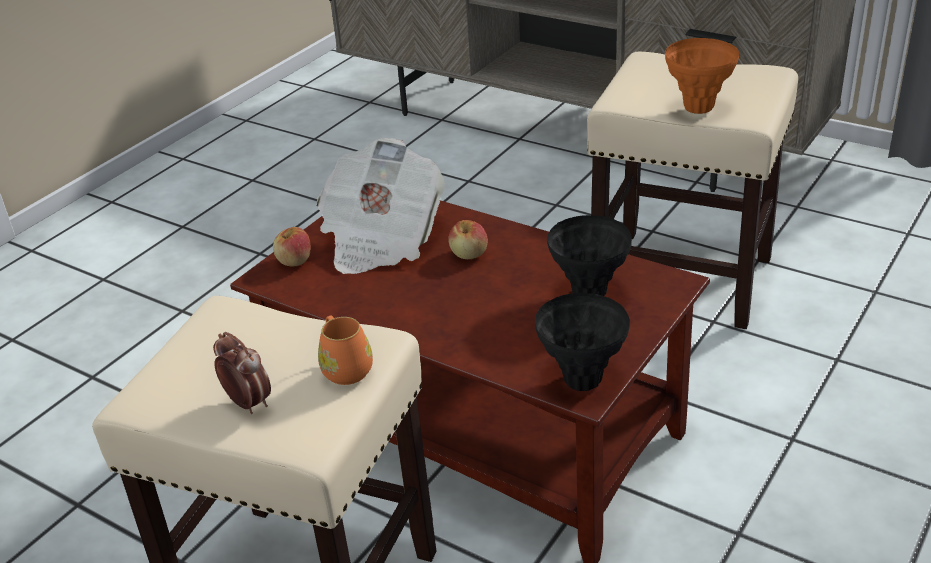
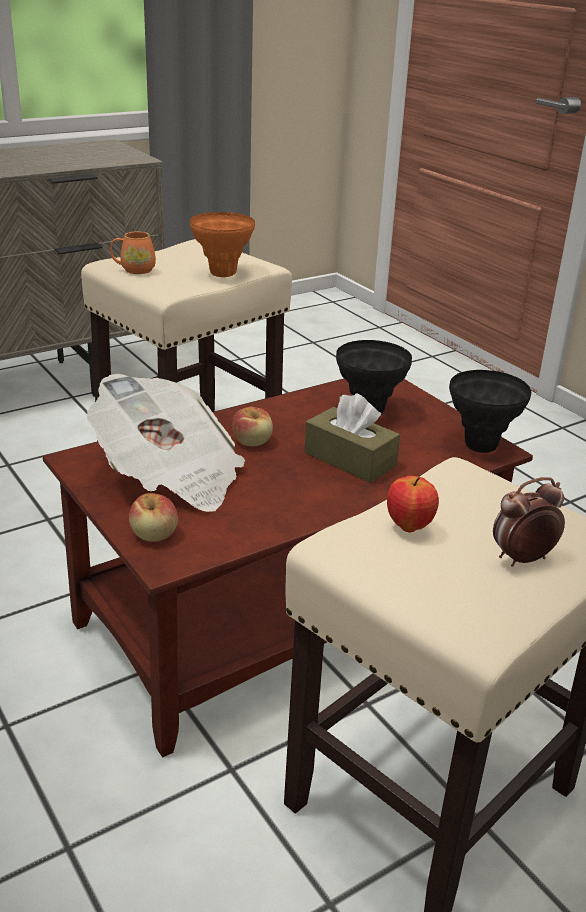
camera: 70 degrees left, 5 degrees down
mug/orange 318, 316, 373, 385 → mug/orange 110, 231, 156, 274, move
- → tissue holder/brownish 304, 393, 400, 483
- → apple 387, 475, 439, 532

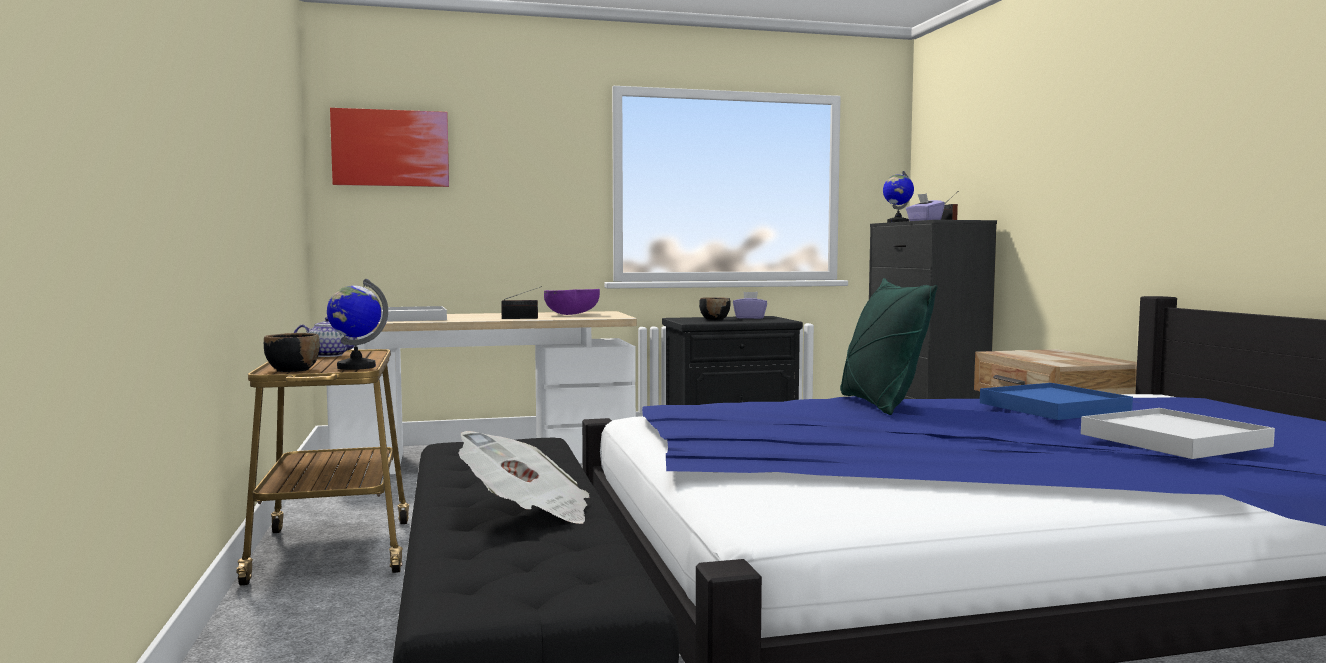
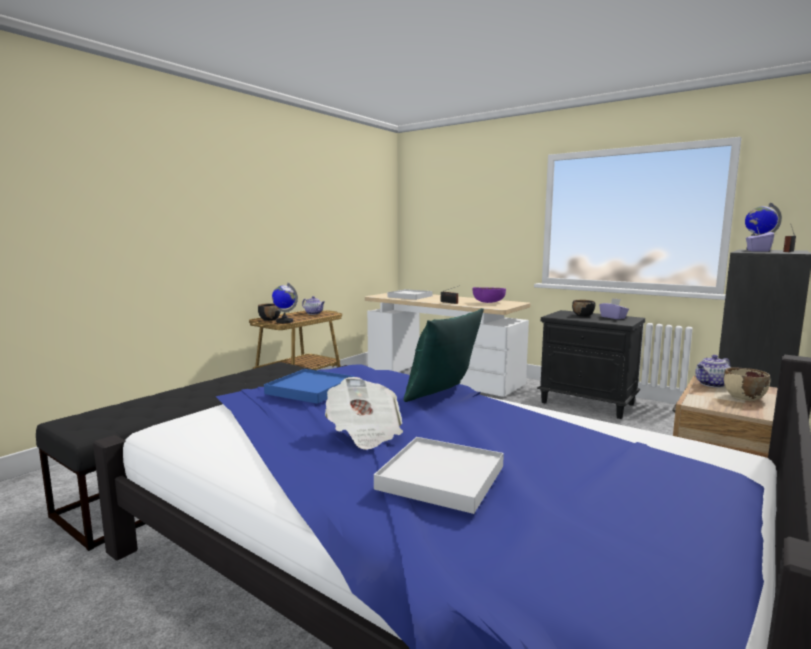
camera: 50 degrees right, 5 degrees up
wall picture 330, 108, 449, 187 → -
serving tray/blue-coloured 980, 383, 1133, 420 → serving tray/blue-coloured 264, 369, 354, 404, move
newspaper 458, 431, 589, 524 → newspaper 325, 377, 403, 450, move
- → pot for tea 695, 355, 731, 388
- → deep dish/beige-coloured 724, 367, 770, 401

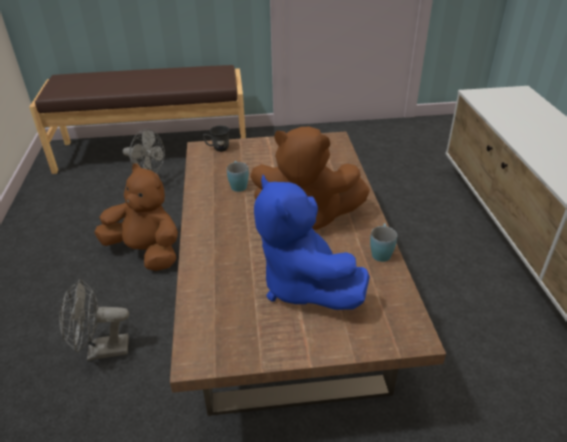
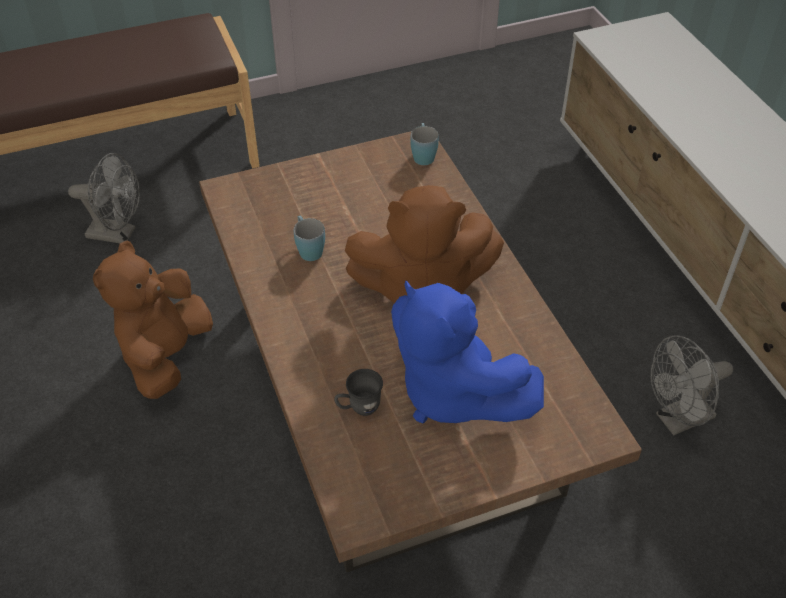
camera: 15 degrees left, 10 degrees up
mug/greyish 203, 126, 230, 152 → mug/greyish 334, 369, 383, 416, move
plush toy/brownish 94, 163, 178, 271 → plush toy/brownish 93, 241, 213, 399, 90 degrees counterclockwise
mug/blue-coloured 370, 223, 397, 262 → mug/blue-coloured 410, 123, 439, 165, move
electric fan/greyish 59, 279, 129, 361 → electric fan/greyish 650, 335, 733, 435, move

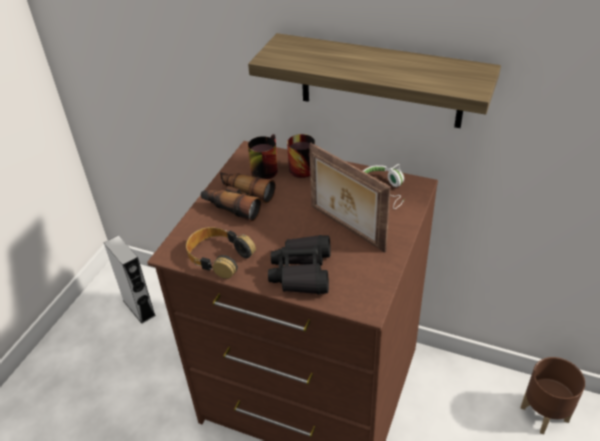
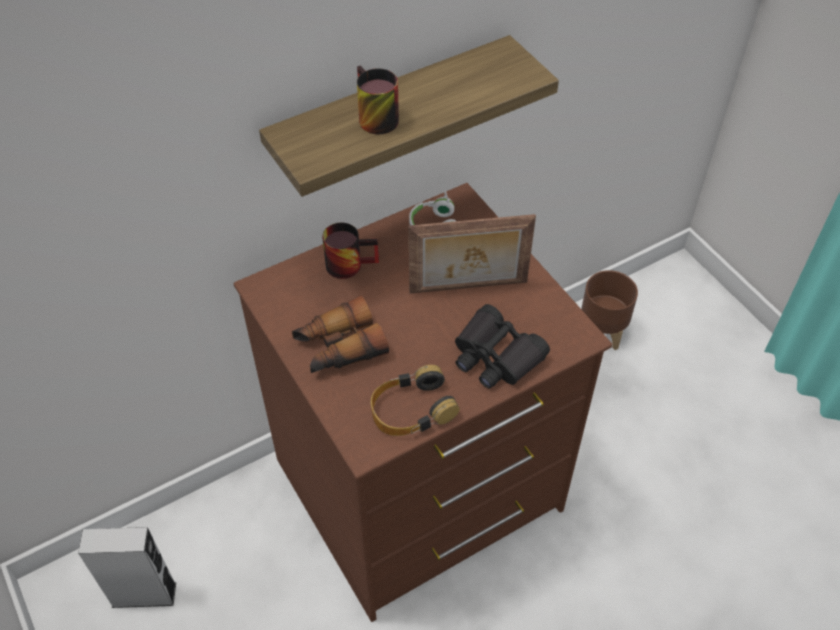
camera: 55 degrees left, 10 degrees up
mug 248, 134, 278, 179 → mug 357, 65, 399, 134, move

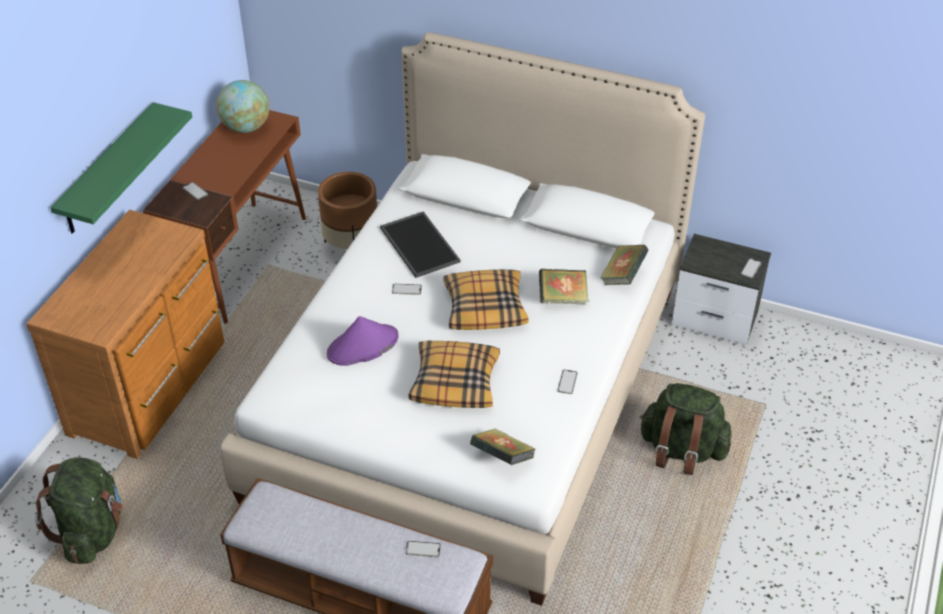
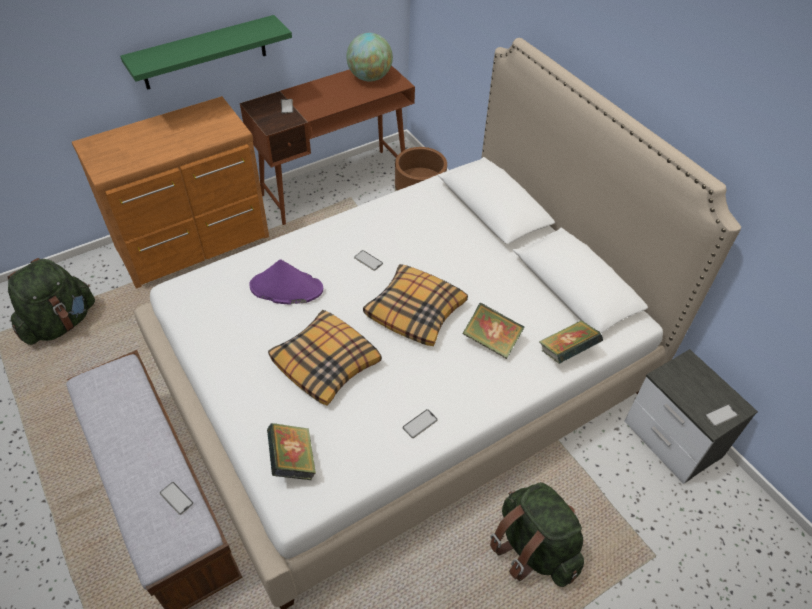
camera: 35 degrees right, 5 degrees up
serving tray 380, 211, 461, 278 → -

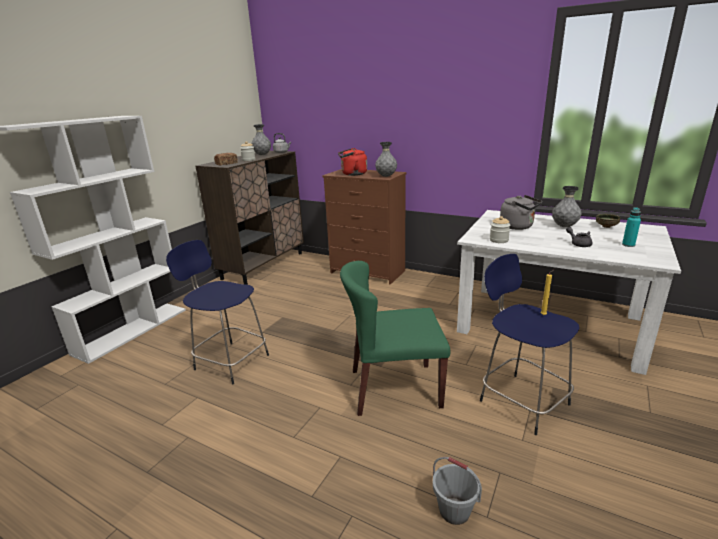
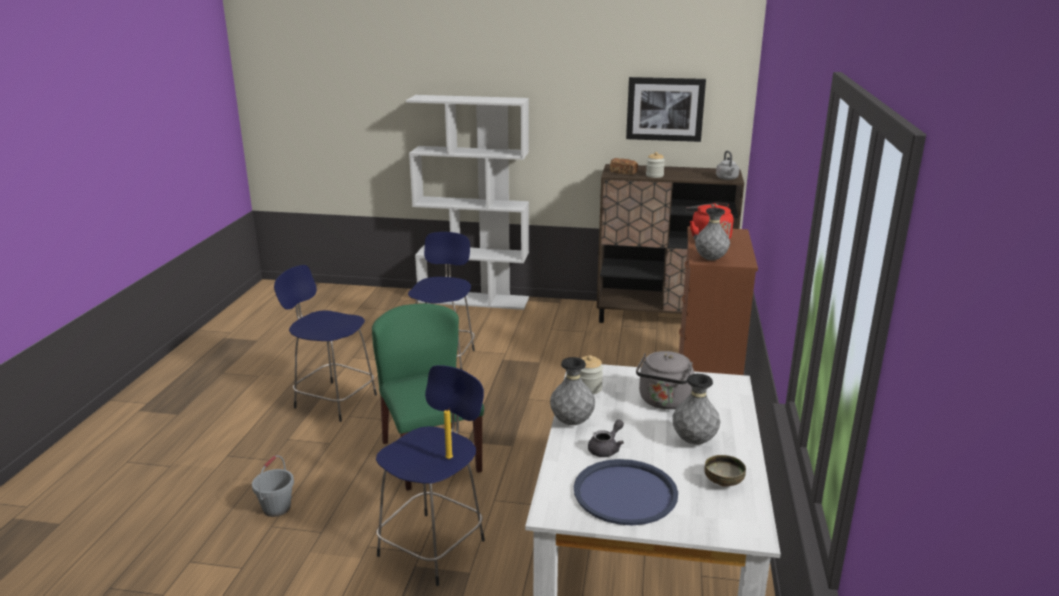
camera: 70 degrees right, 0 degrees up
flower vase/greyish 252, 124, 271, 155 → flower vase/greyish 550, 357, 595, 425, move
drink bottle/turquoise 622, 207, 641, 247 → serving tray/blue-coloured 574, 459, 678, 525
- → wall picture 626, 77, 706, 142
- → sitting stool/blue-coloured 274, 265, 377, 422

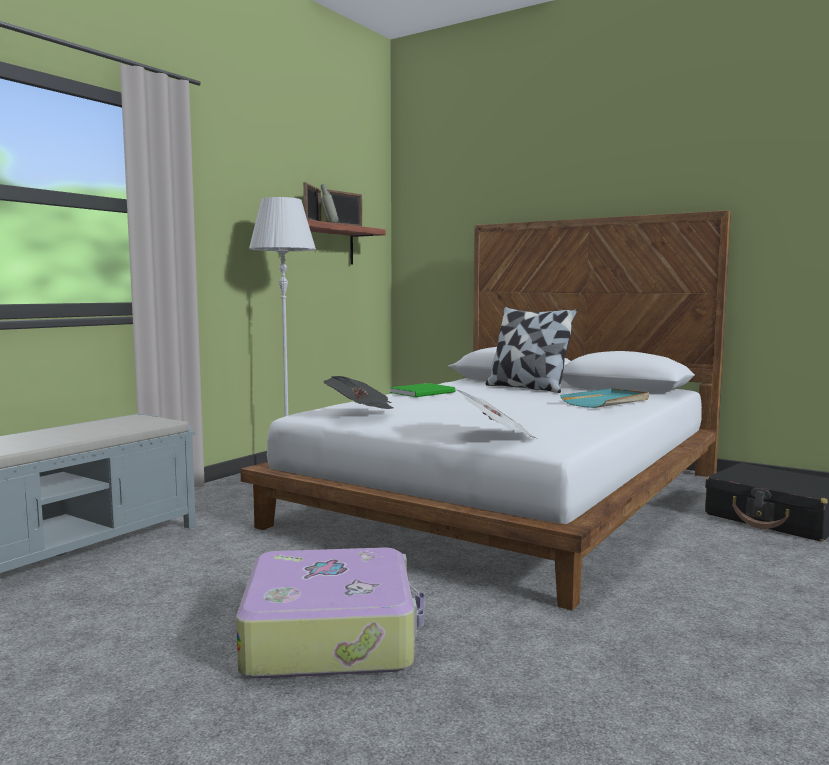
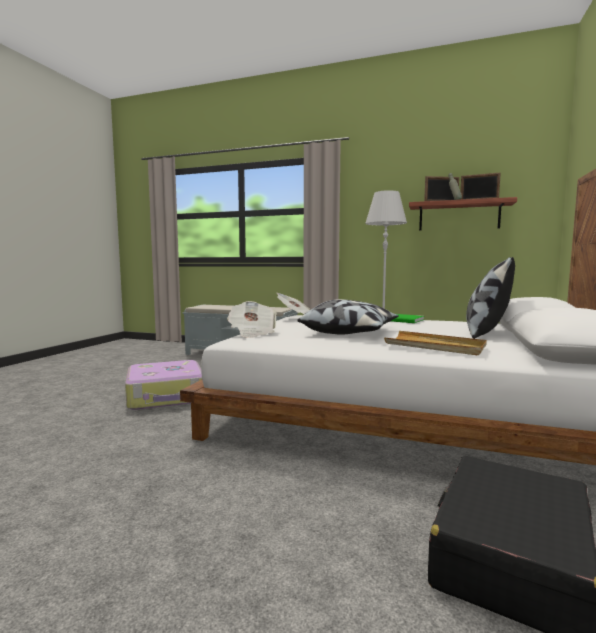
camera: 75 degrees right, 0 degrees up
serving tray/turquoise 560, 388, 649, 408 → serving tray/beige-coloured 384, 331, 487, 355
- → cushion 297, 299, 399, 335

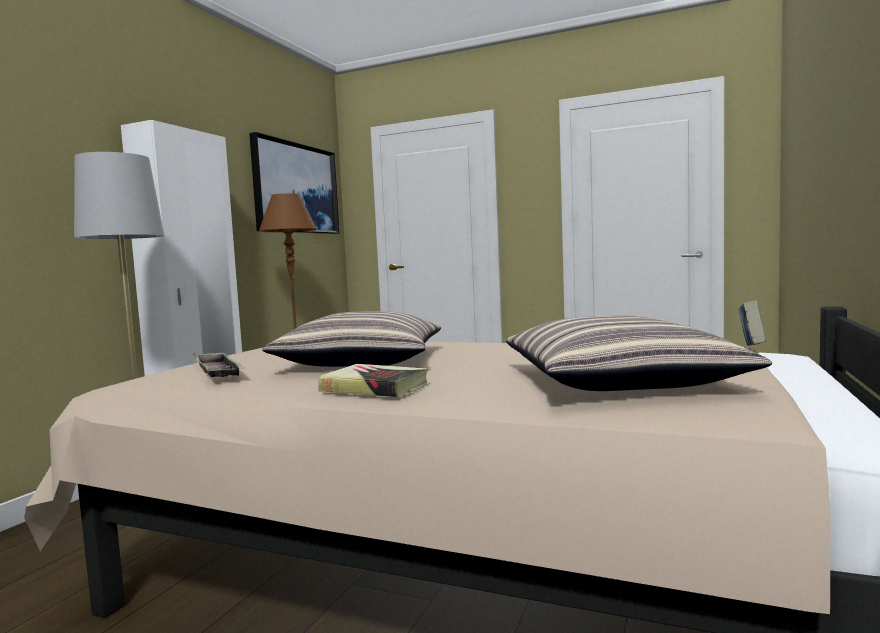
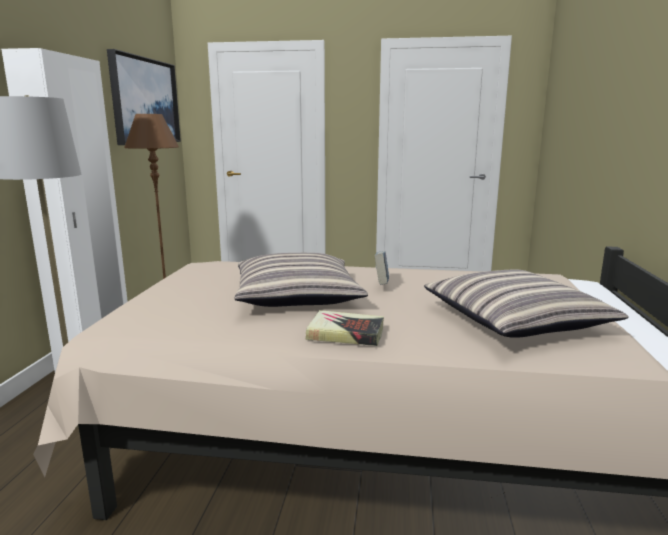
camera: 15 degrees left, 10 degrees up
bound book 738, 300, 766, 346 → bound book 374, 251, 389, 285, move
serving tray 193, 352, 245, 377 → -

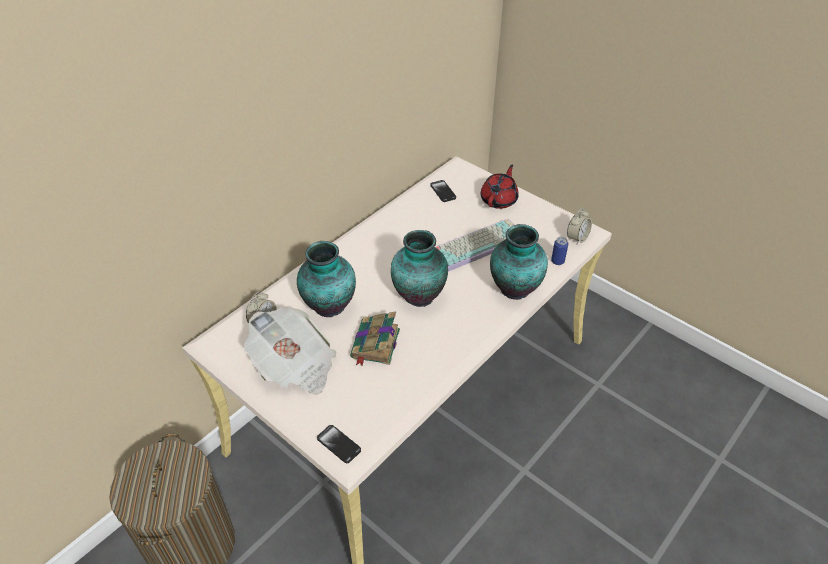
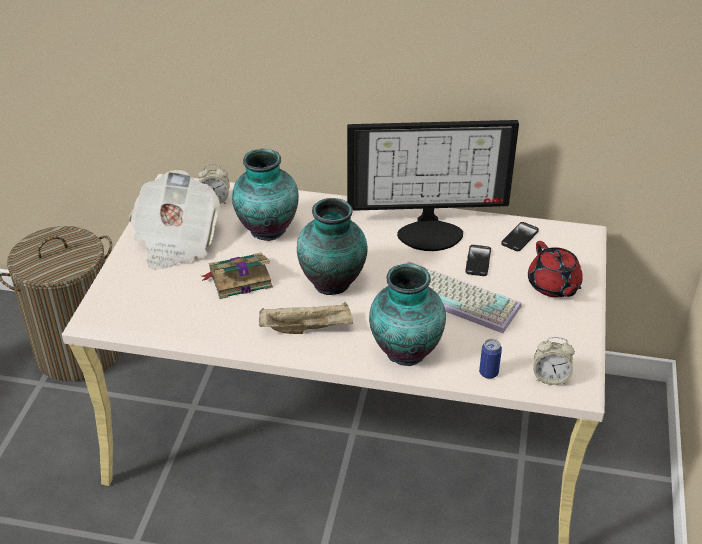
camera: 60 degrees right, 5 degrees down
pot for tea/reddish 481, 164, 519, 209 → pot for tea/reddish 528, 241, 583, 297, 75 degrees clockwise
phone 317, 425, 361, 463 → phone 465, 245, 491, 276, move
- → computer display 347, 120, 519, 251
- → serving tray/beige-coloured 259, 302, 353, 334

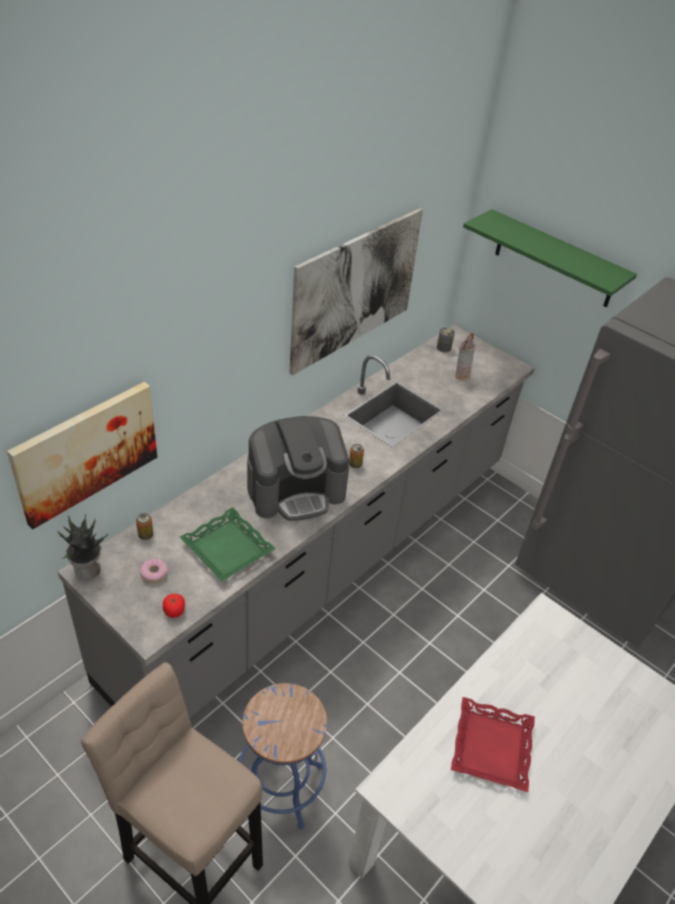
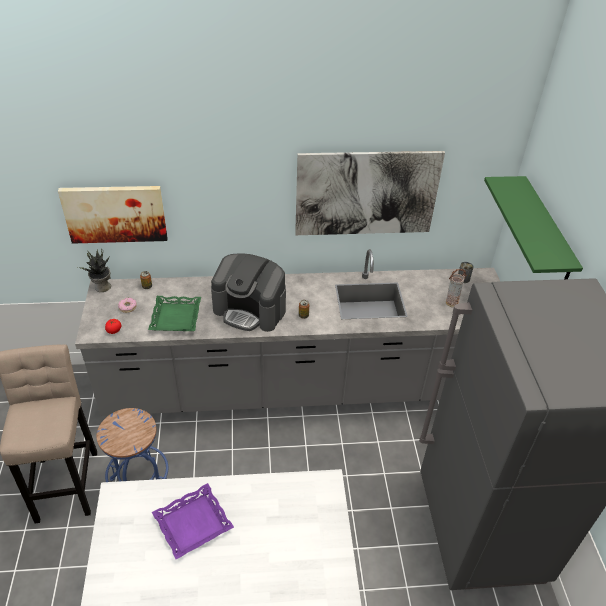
camera: 45 degrees right, 0 degrees up
serving tray/reddish 451, 697, 535, 792 → serving tray/purplish 152, 483, 234, 559

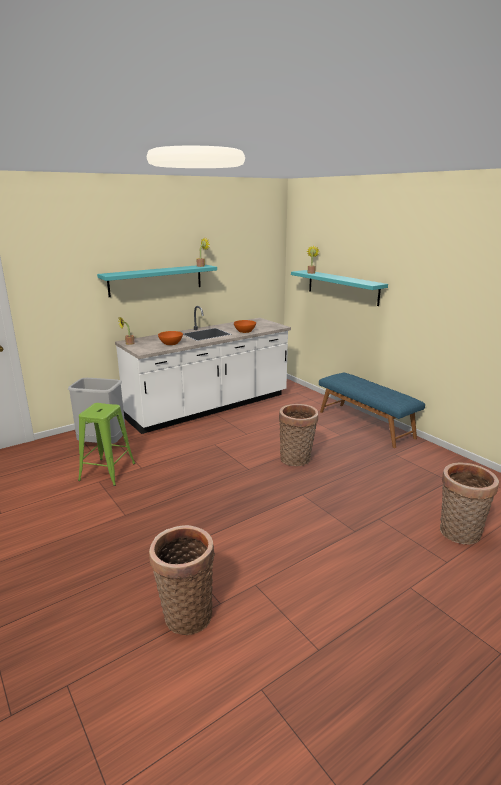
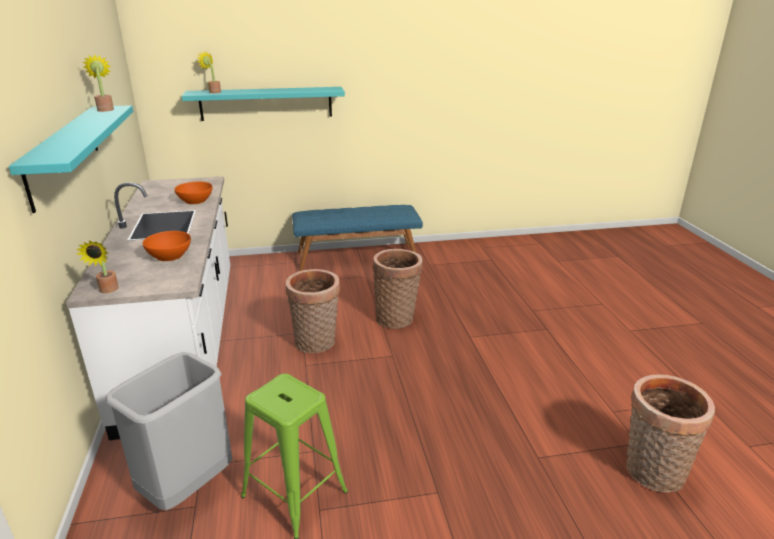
camera: 65 degrees left, 5 degrees up
household basket 440, 462, 499, 545 → household basket 286, 269, 340, 353, move

